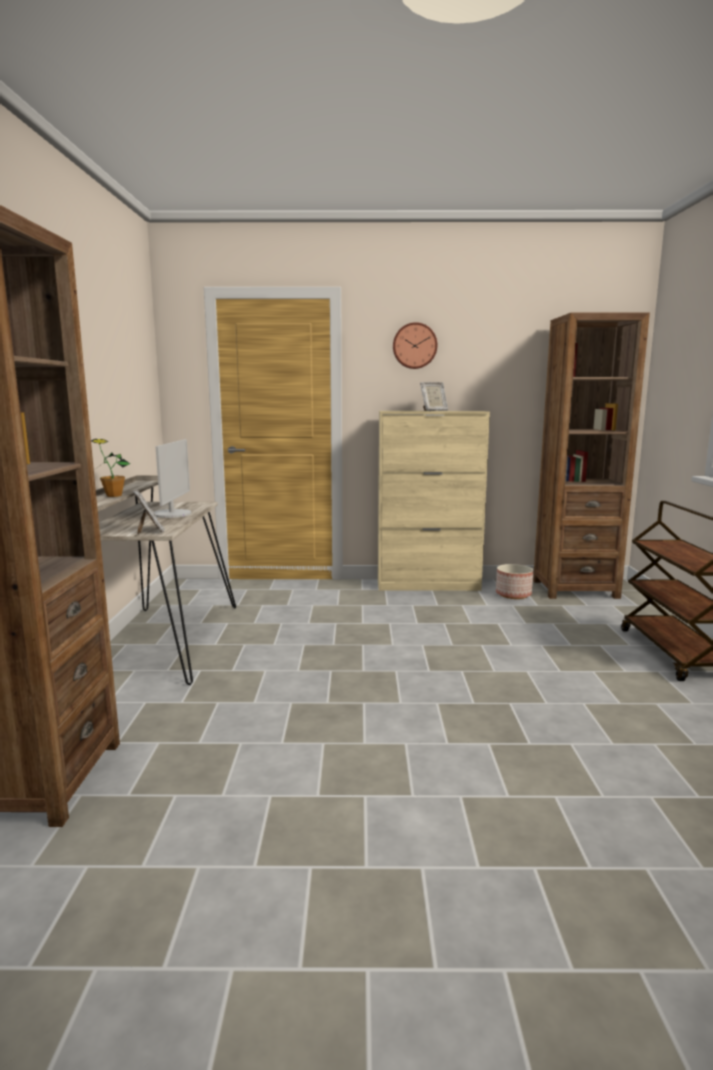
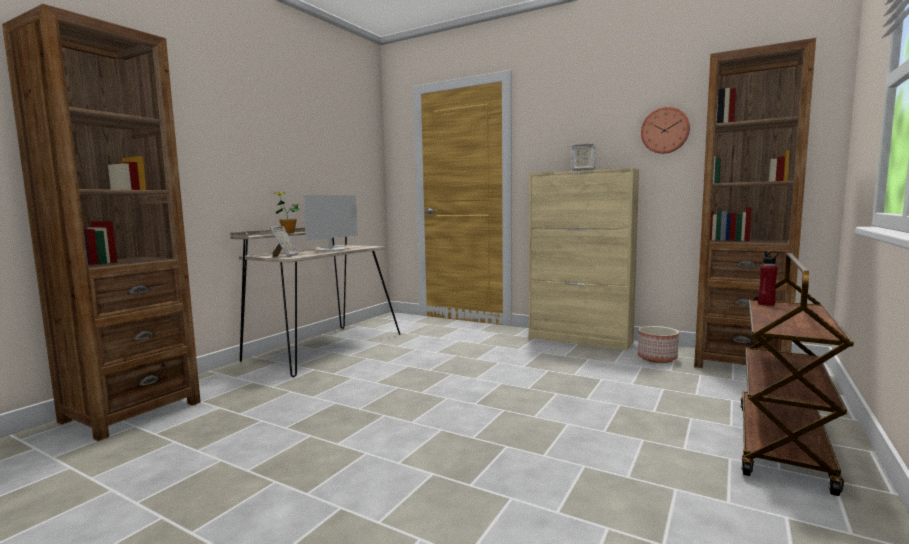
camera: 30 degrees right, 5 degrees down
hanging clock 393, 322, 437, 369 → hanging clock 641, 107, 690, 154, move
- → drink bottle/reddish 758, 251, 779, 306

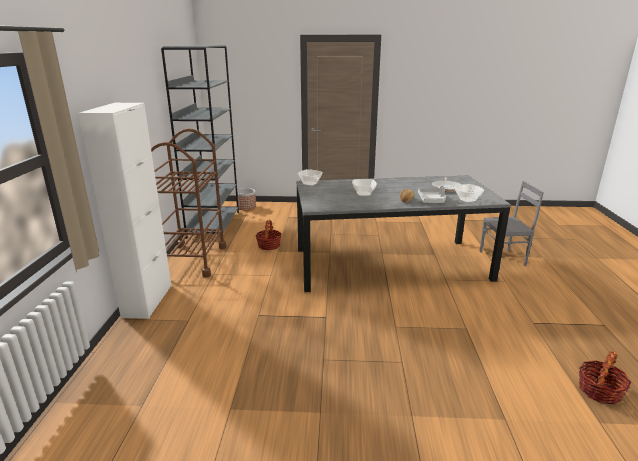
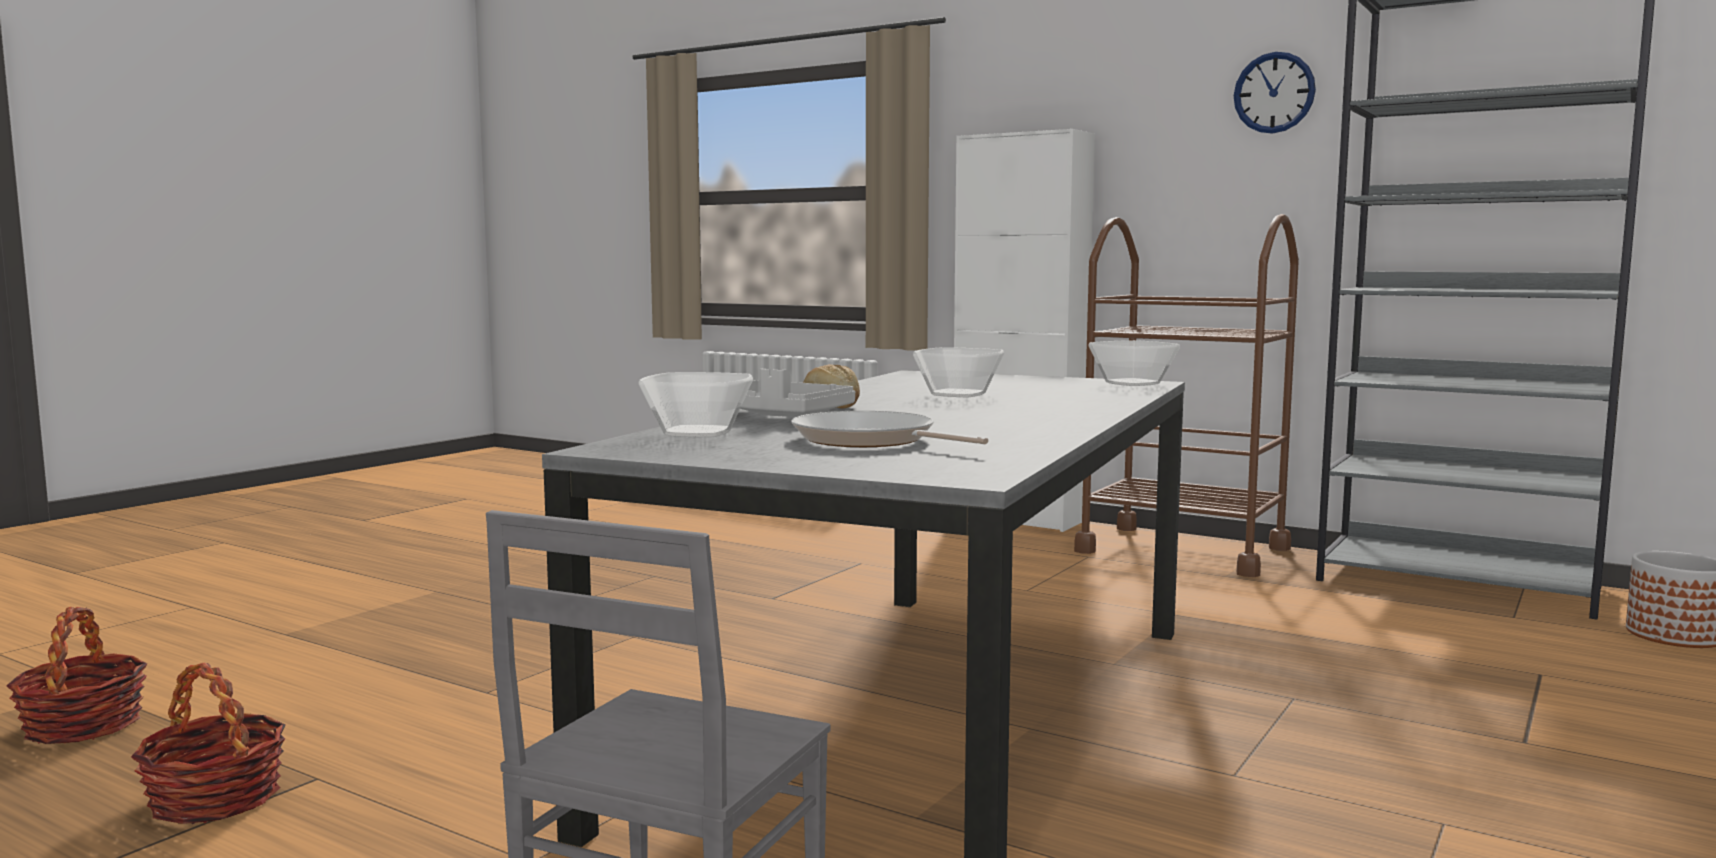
camera: 120 degrees right, 15 degrees down
household basket 256, 220, 282, 250 → household basket 131, 662, 286, 824, move
- → hanging clock 1234, 52, 1316, 134

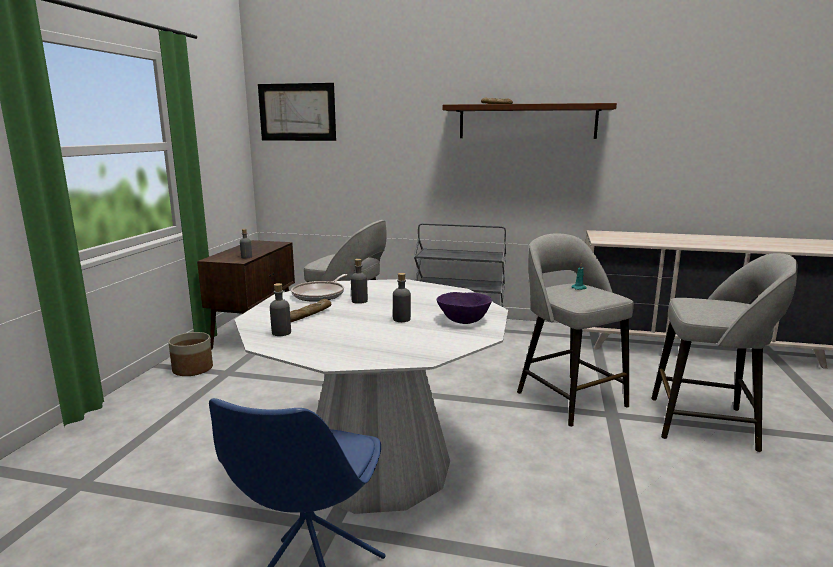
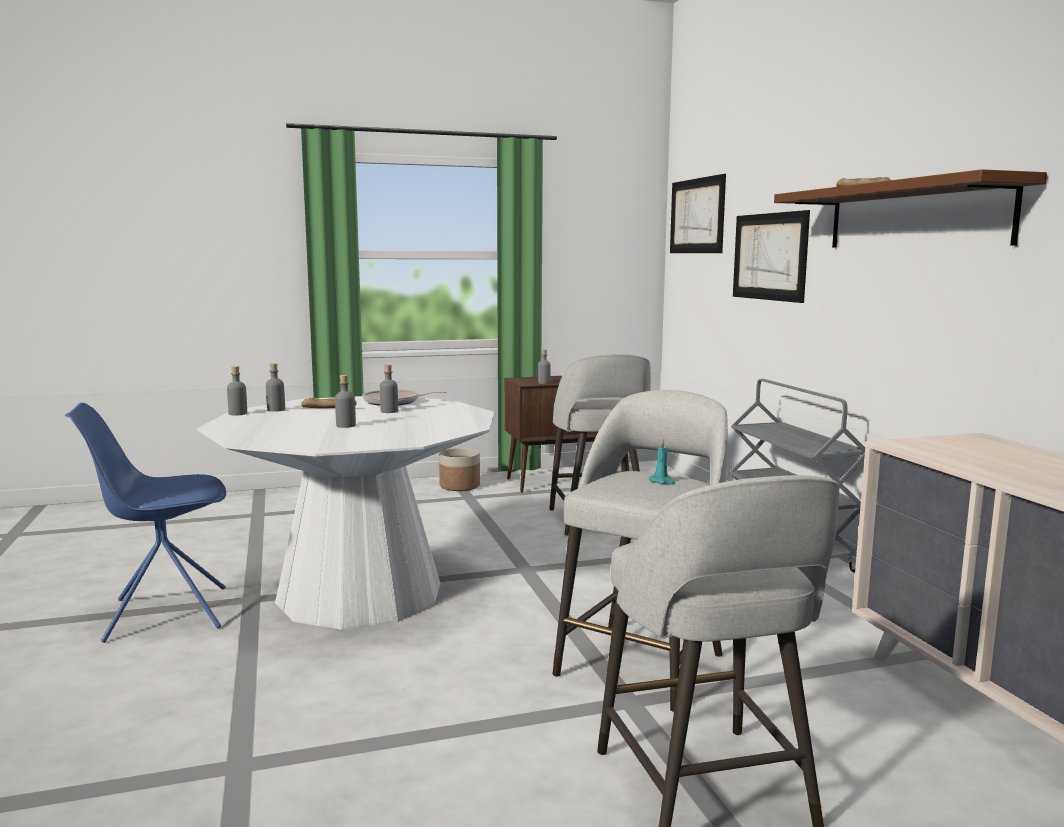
camera: 60 degrees right, 5 degrees down
deep dish/purplish 437, 292, 492, 324 → -
- → wall picture 733, 210, 810, 303
- → drink bottle/greyish 227, 366, 247, 416

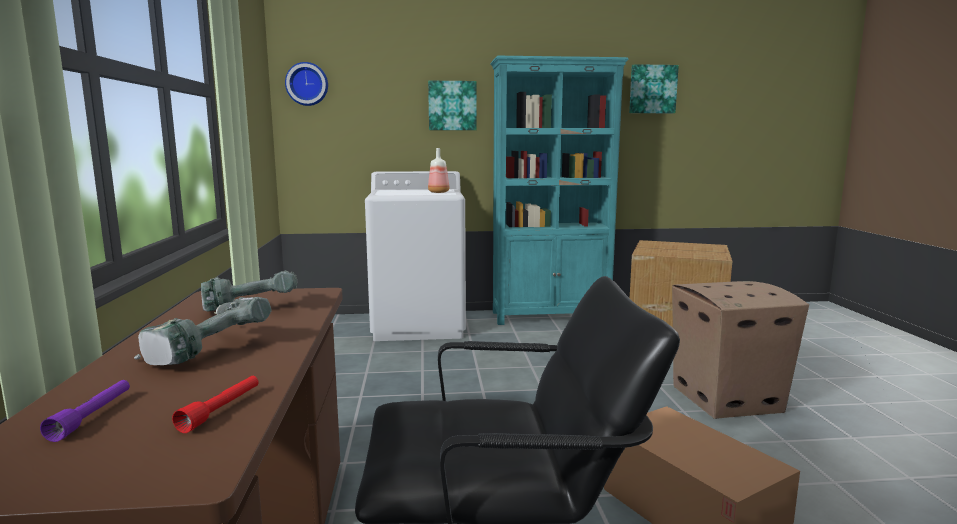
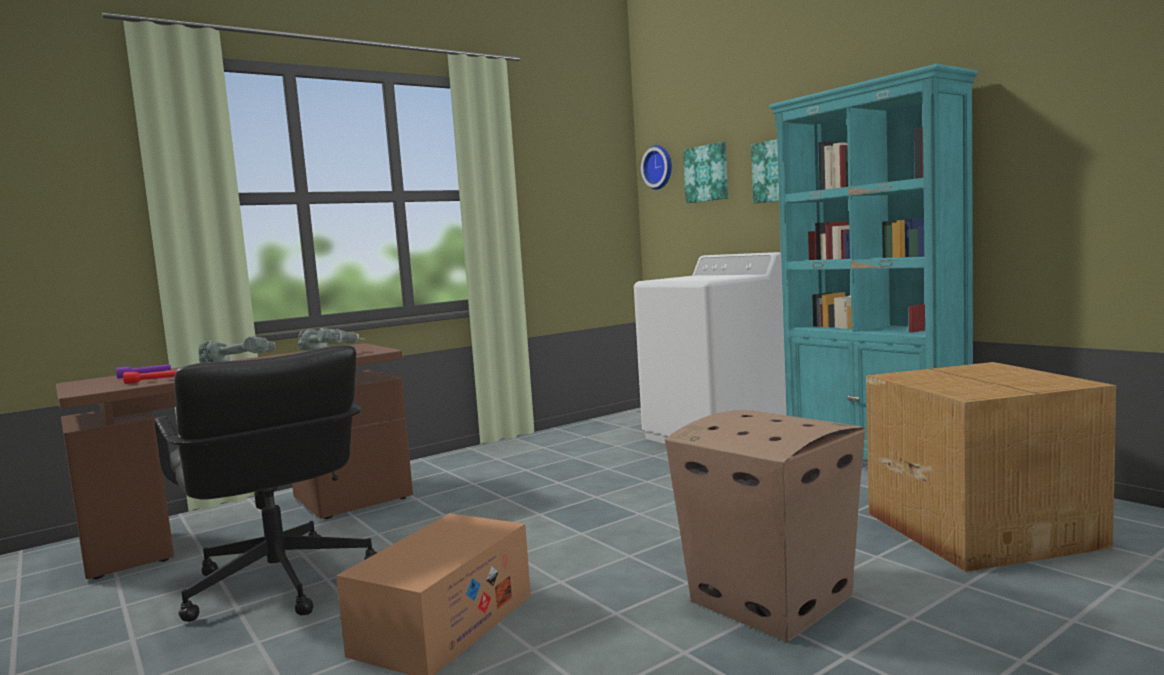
camera: 60 degrees right, 5 degrees down
wall picture 629, 64, 679, 113 → wall picture 683, 142, 728, 203, move
drink bottle 428, 148, 449, 193 → -

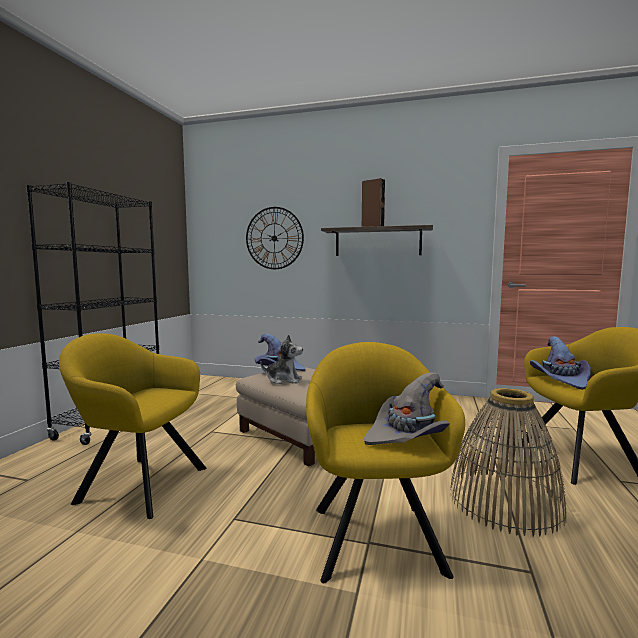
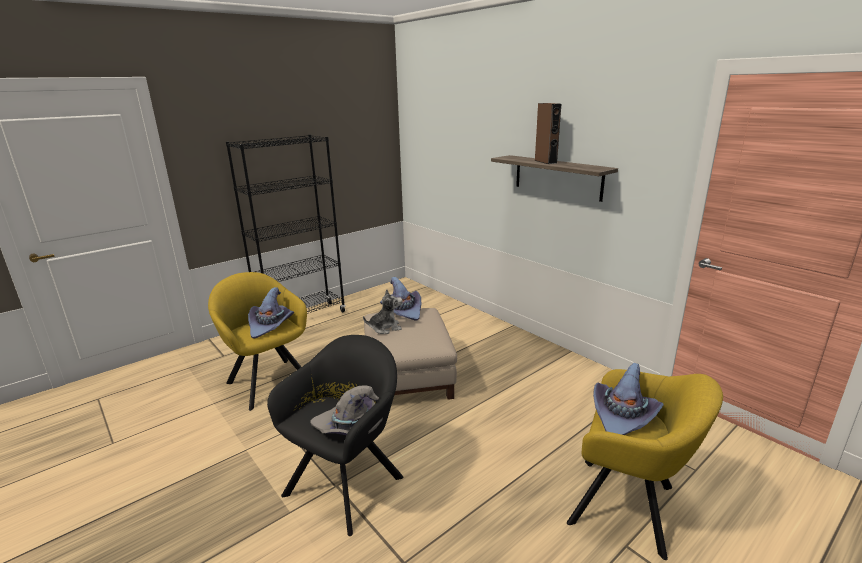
camera: 35 degrees right, 15 degrees up
hanging clock 246, 207, 304, 269 → -
plush toy 261, 335, 303, 384 → plush toy 363, 289, 403, 334, 60 degrees counterclockwise
easy chair/yellow-coloured 306, 342, 465, 583 → easy chair/black 267, 335, 403, 536
household basket 450, 388, 567, 536 → -
- → clothing hat/purplish 248, 287, 294, 339

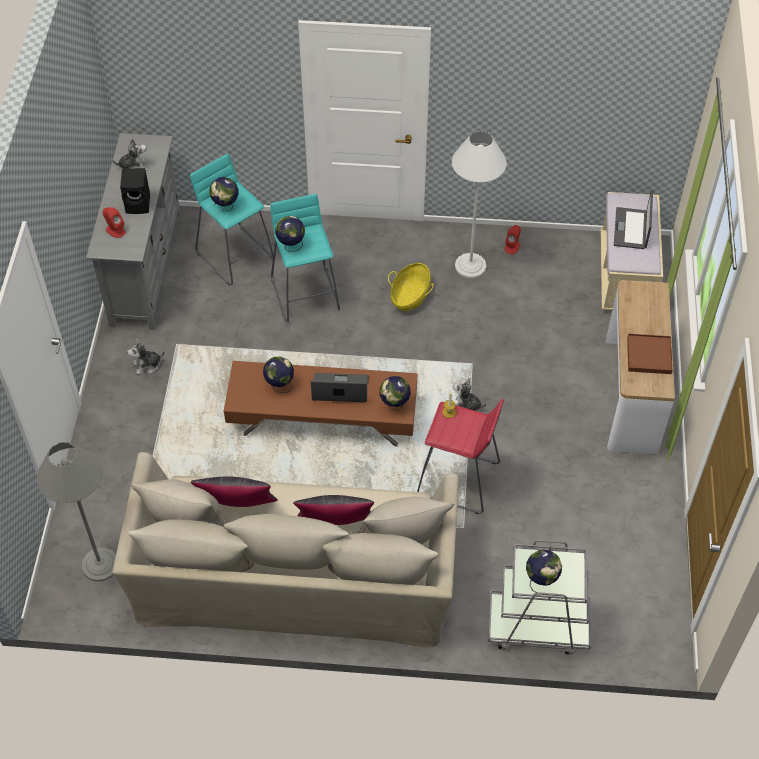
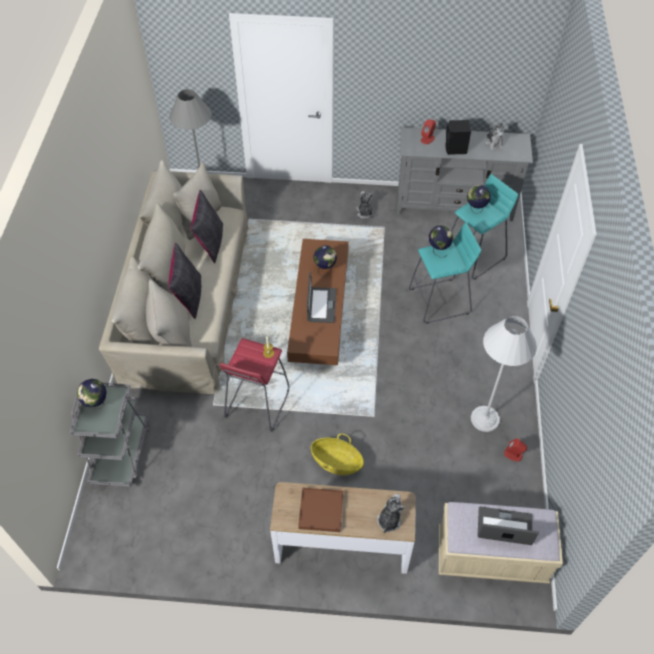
camera: 90 degrees right, 0 degrees up
household basket 388, 263, 434, 311 → household basket 311, 434, 364, 475, move
desk globe 379, 376, 411, 411 → -
plush toy 453, 378, 486, 412 → plush toy 377, 494, 405, 533, move

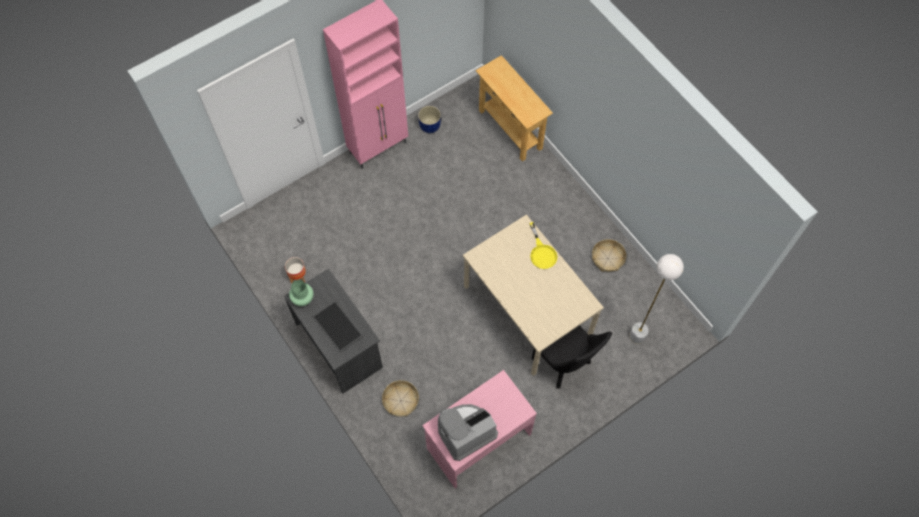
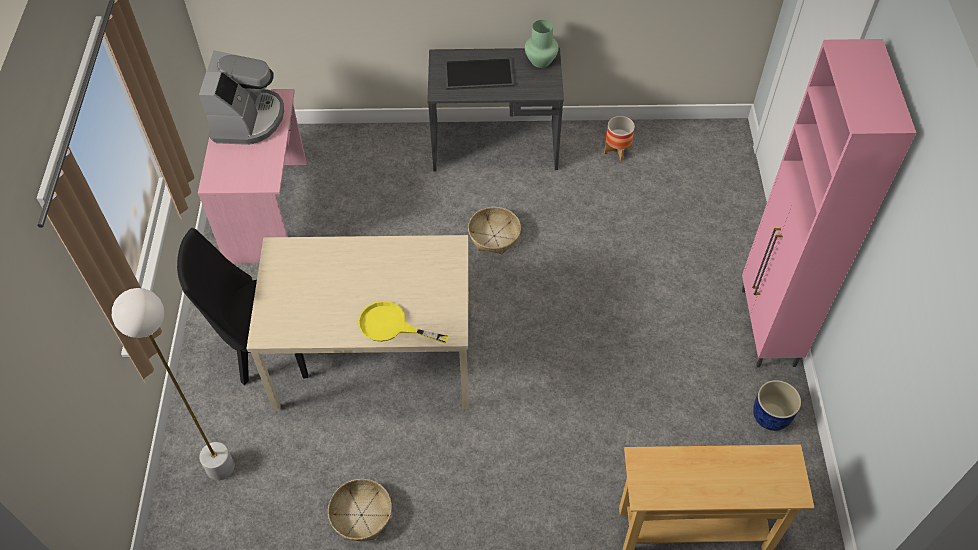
camera: 125 degrees right, 10 degrees down
household basket 382, 380, 419, 416 → household basket 468, 207, 521, 254, move

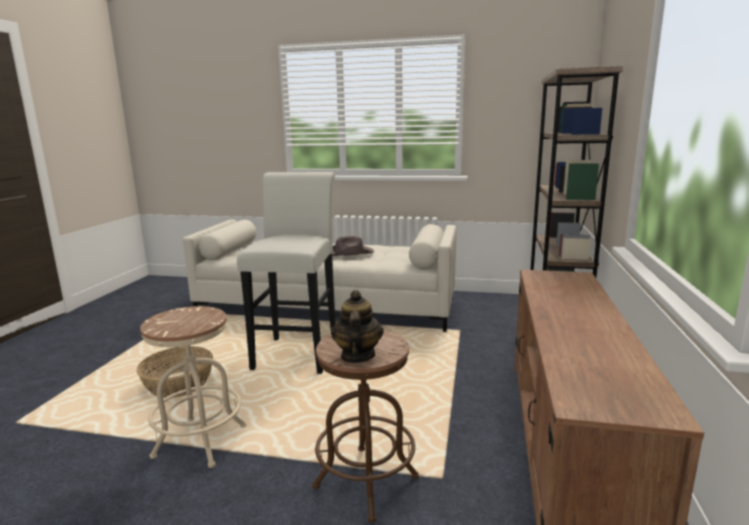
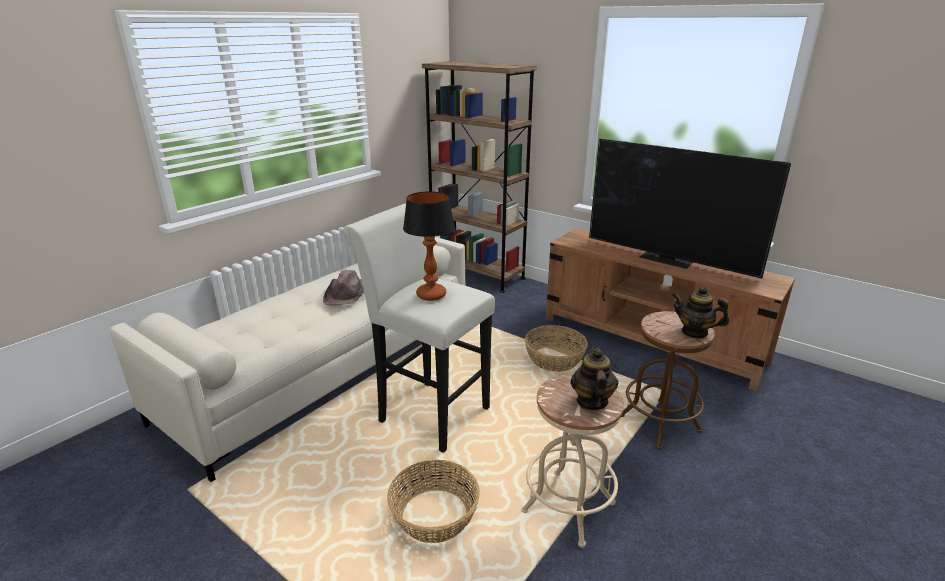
camera: 65 degrees left, 10 degrees up
- → TV 589, 138, 791, 278
- → table lamp 403, 191, 455, 301
- → household basket 525, 325, 588, 372
- → pot for tea 571, 346, 618, 410

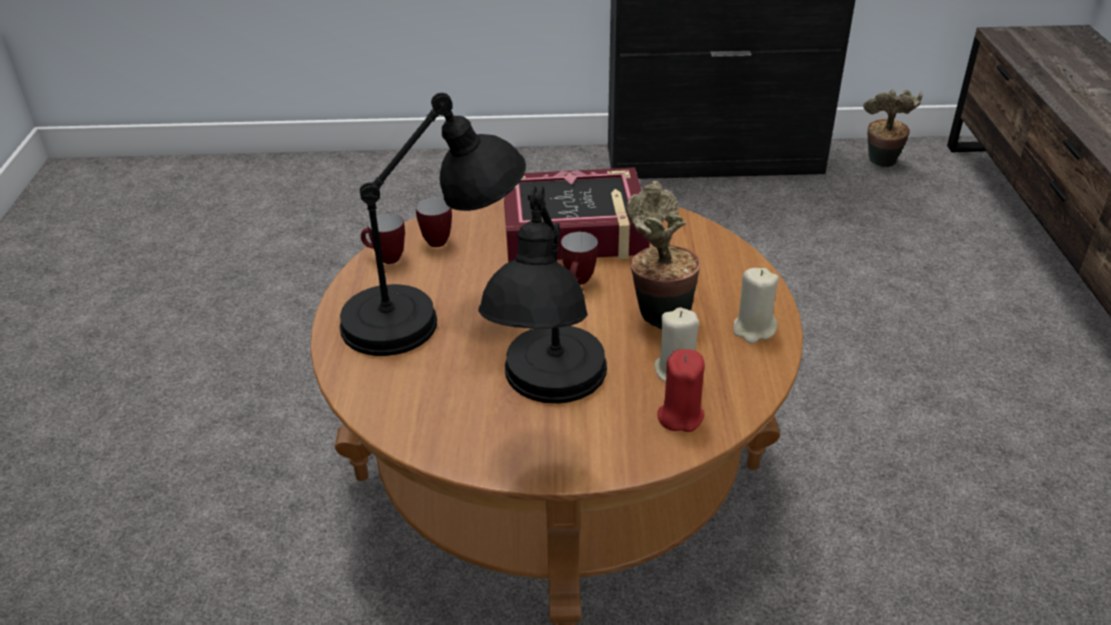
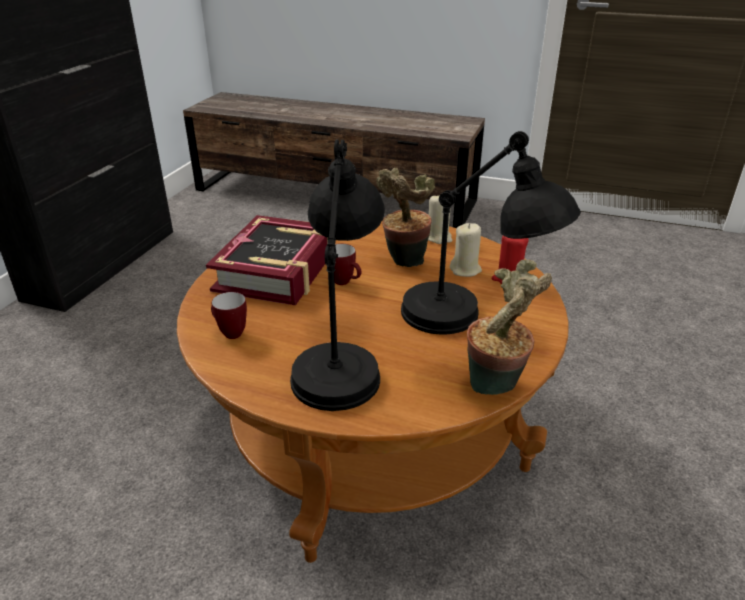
camera: 70 degrees left, 5 degrees down
plant in a pot 863, 90, 923, 167 → plant in a pot 467, 259, 552, 395, move
mug 361, 213, 405, 264 → -

